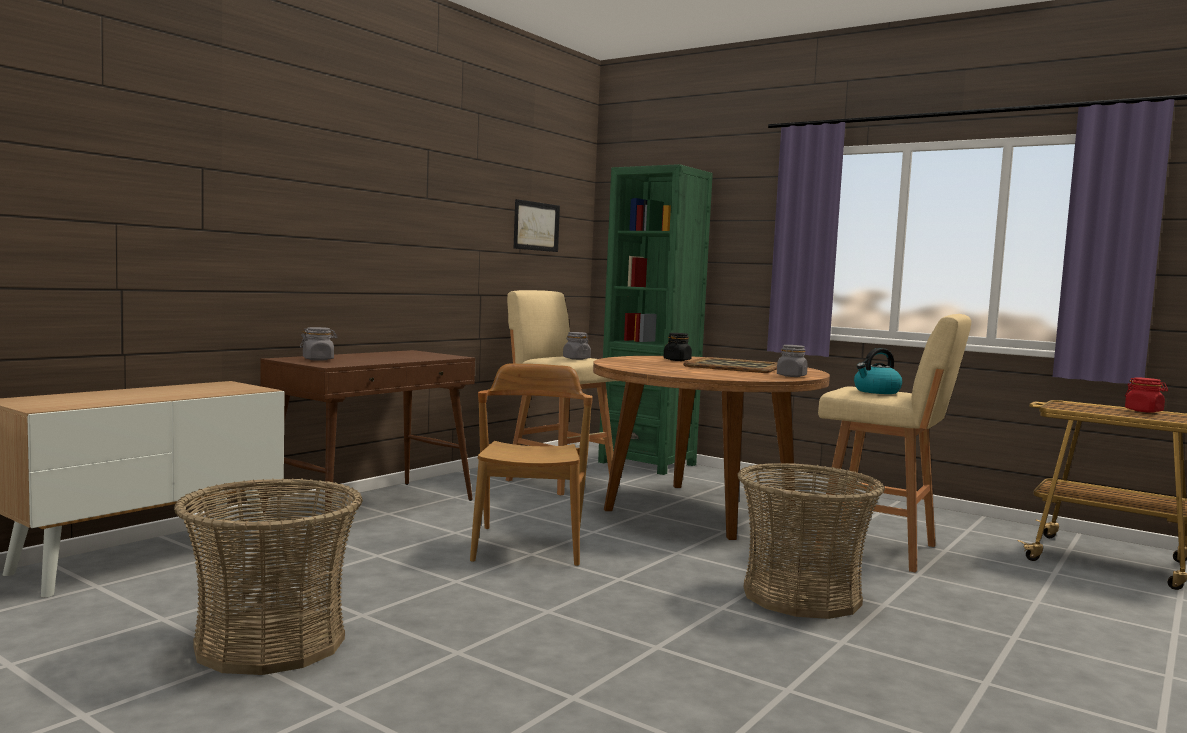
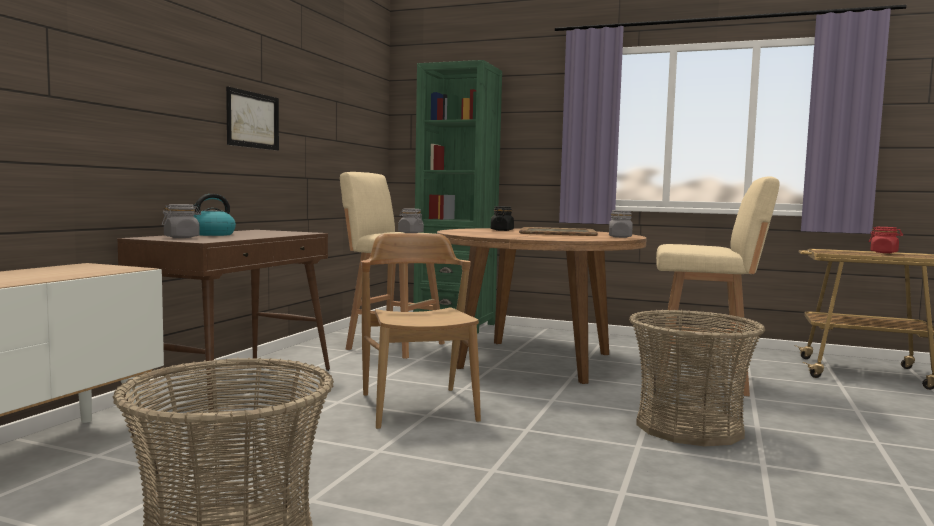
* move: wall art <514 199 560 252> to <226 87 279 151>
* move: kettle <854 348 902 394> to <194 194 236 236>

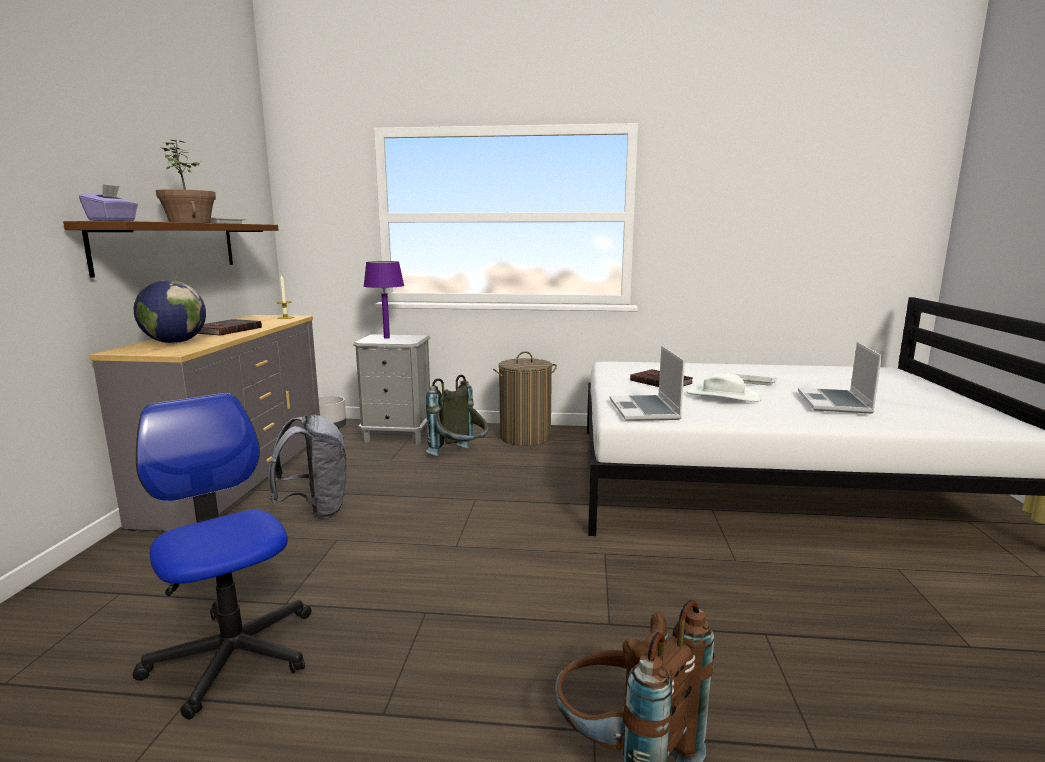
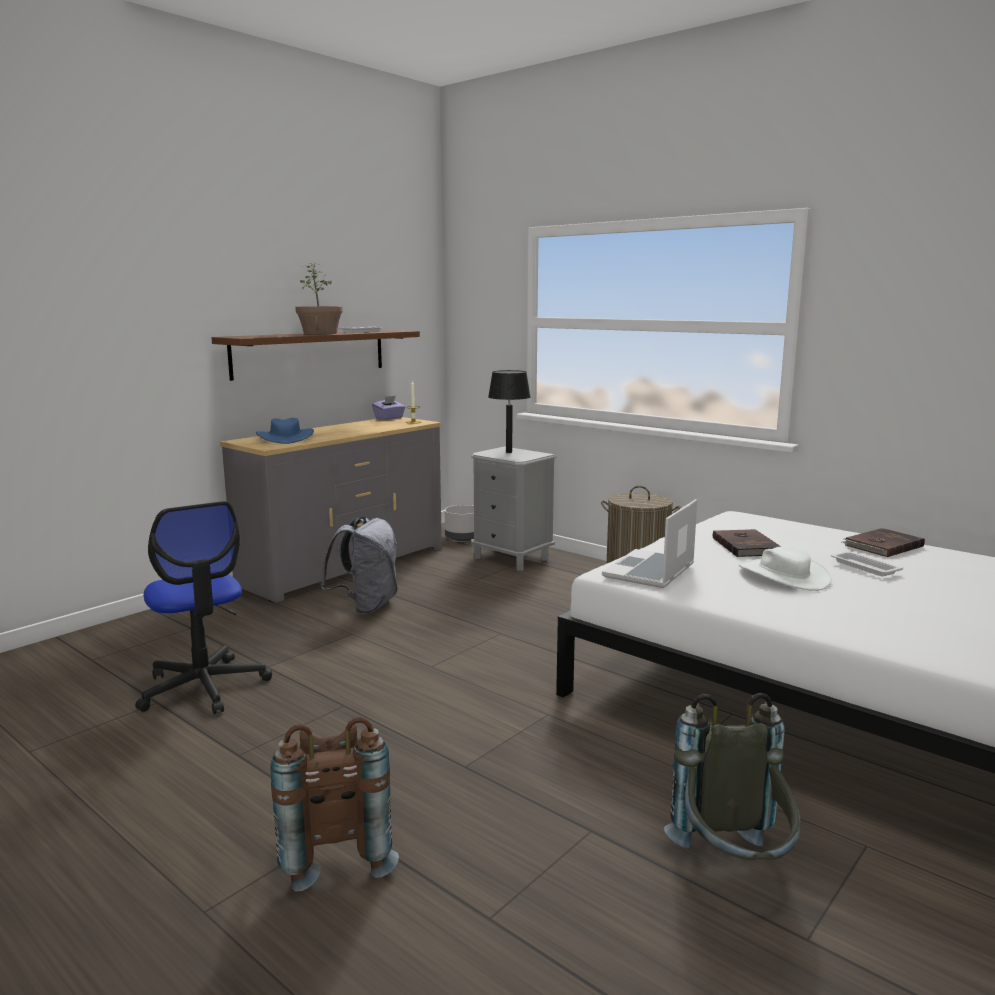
* move: purple-coloured box of tissues <79 184 138 221> to <372 396 405 420>
* recolor: purple-coloured table lamp <363 261 404 339> to blackish table lamp <488 370 531 453>
* replace: globe <134 280 206 343> to blue-coloured hat <256 418 314 444>
* move: brown-coloured book <198 319 262 336> to <842 528 925 557>
* delete: portable computer <798 342 882 414>
* move: gray knapsack <426 375 489 456> to <664 693 800 860>
* rotate: desk chair <133 393 311 720> = <135 501 272 714> 150 degrees clockwise

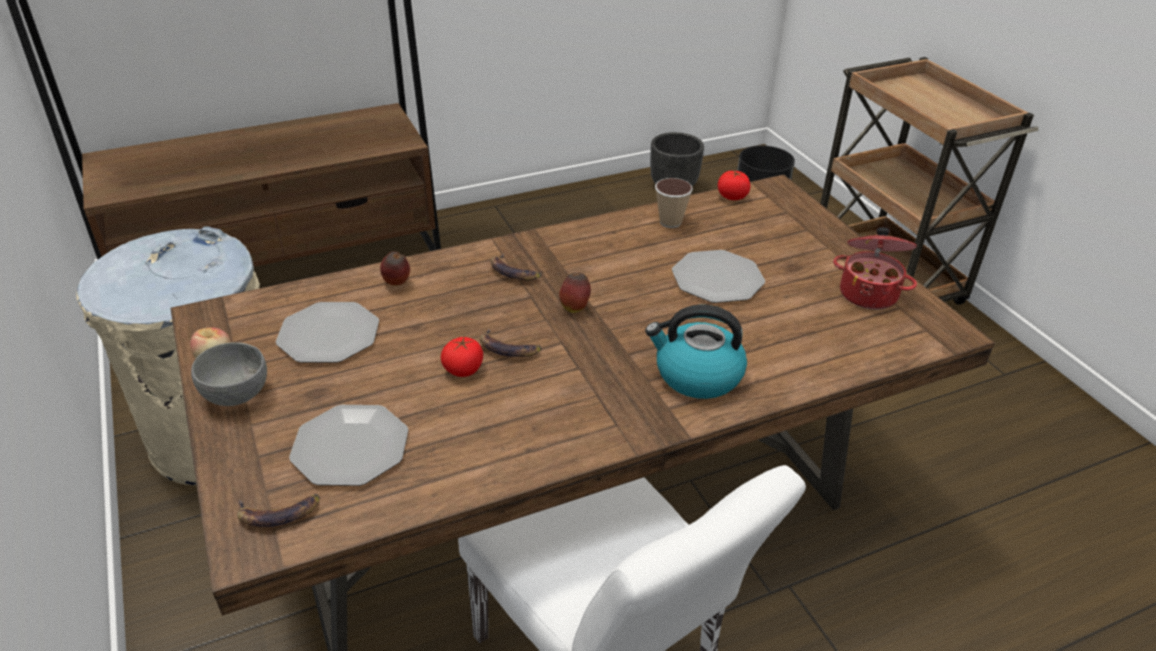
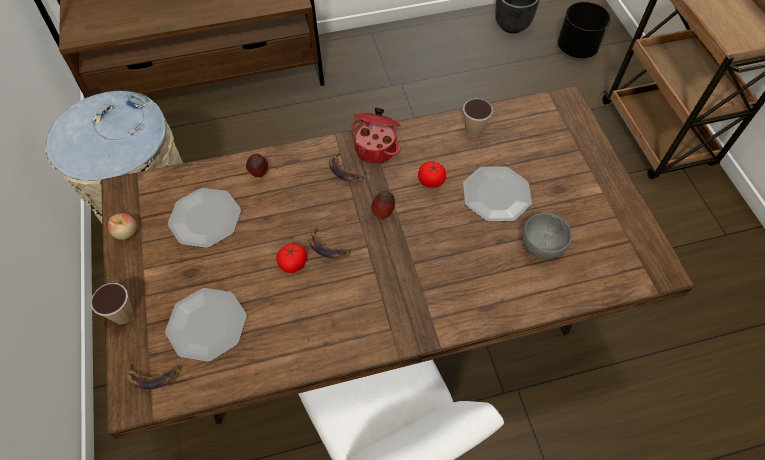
* move: whole tomato <718 170 750 200> to <418 161 446 188>
* move: cooking pot <833 227 917 310> to <351 107 401 164>
* delete: kettle <645 305 747 399>
* move: gray deep dish <191 342 267 406> to <522 213 572 259>
* insert: drinking cup <91 283 133 324>

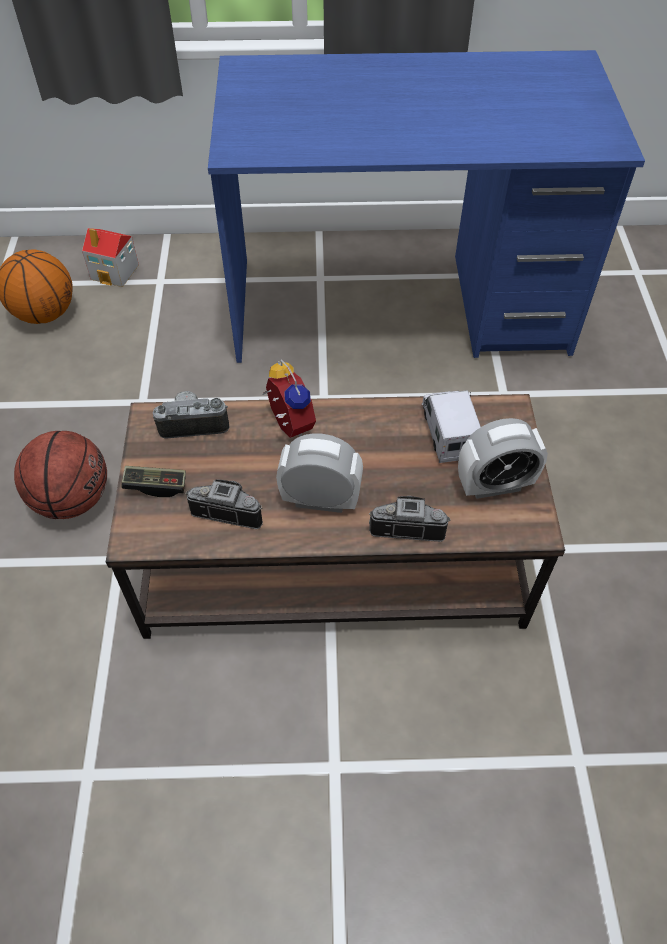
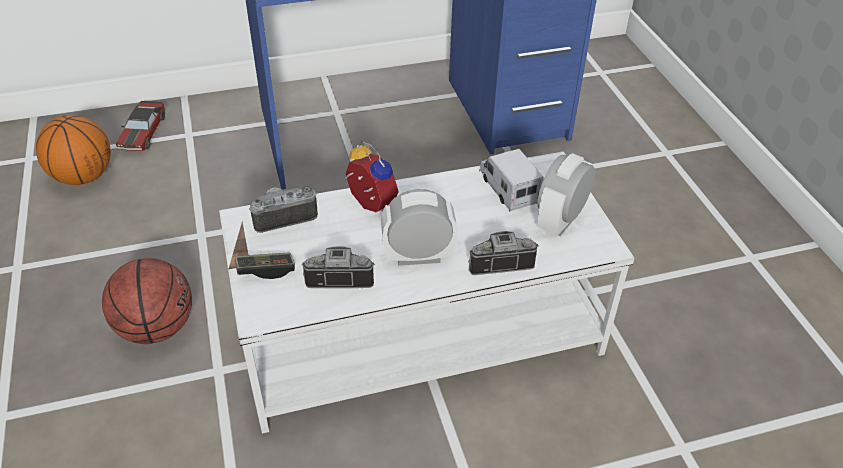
* replace: miniature house <82 228 139 287> to miniature car <116 101 165 151>
* recolor: brown-coloured lounge table <106 394 565 639> to white lounge table <219 151 634 434>
* rotate: bedside clock <458 418 548 499> = <537 153 595 236> 150 degrees clockwise

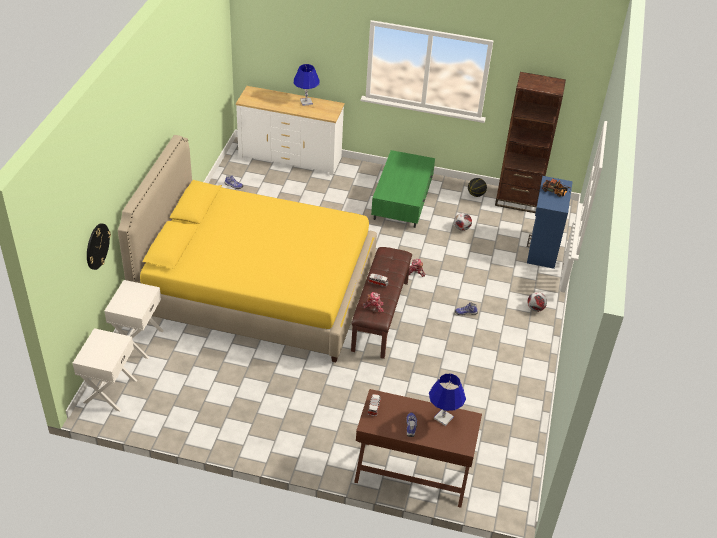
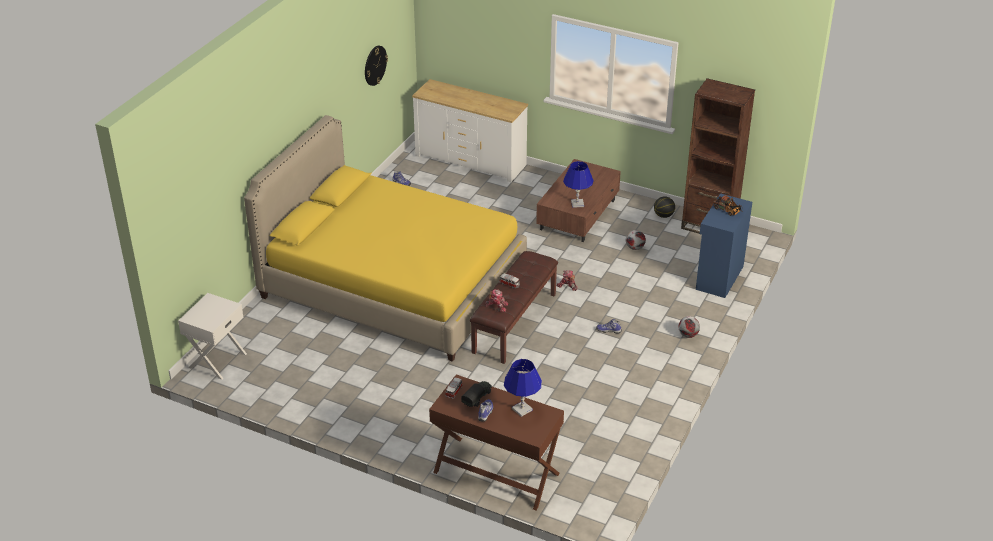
* move: blue-coloured table lamp <294 64 320 106> to <563 161 593 208>
* recolor: green-coloured lounge table <371 150 435 228> to brown-coloured lounge table <536 159 621 242>
* move: hanging clock <87 223 111 270> to <365 46 388 86>
* delete: white bedside table <104 280 164 359>
* insert: toy truck <461 381 492 407>

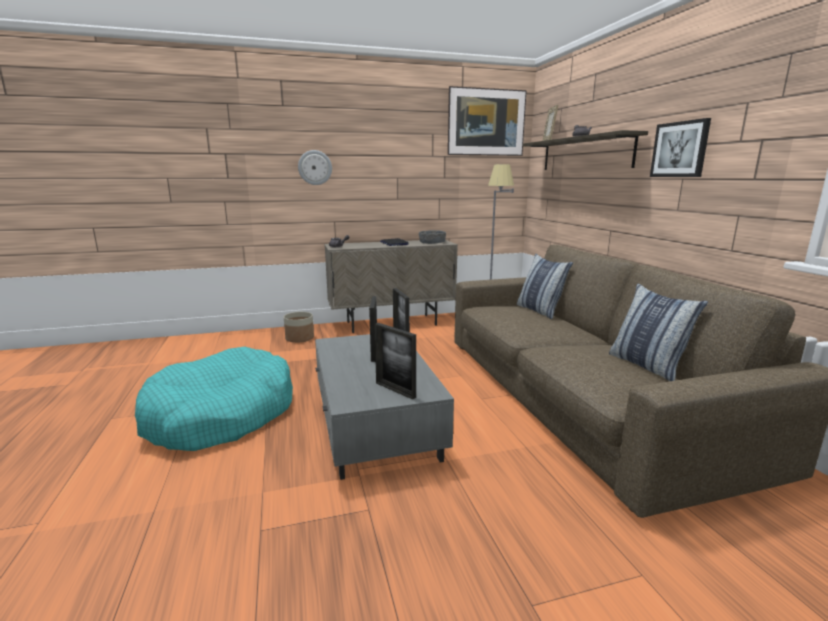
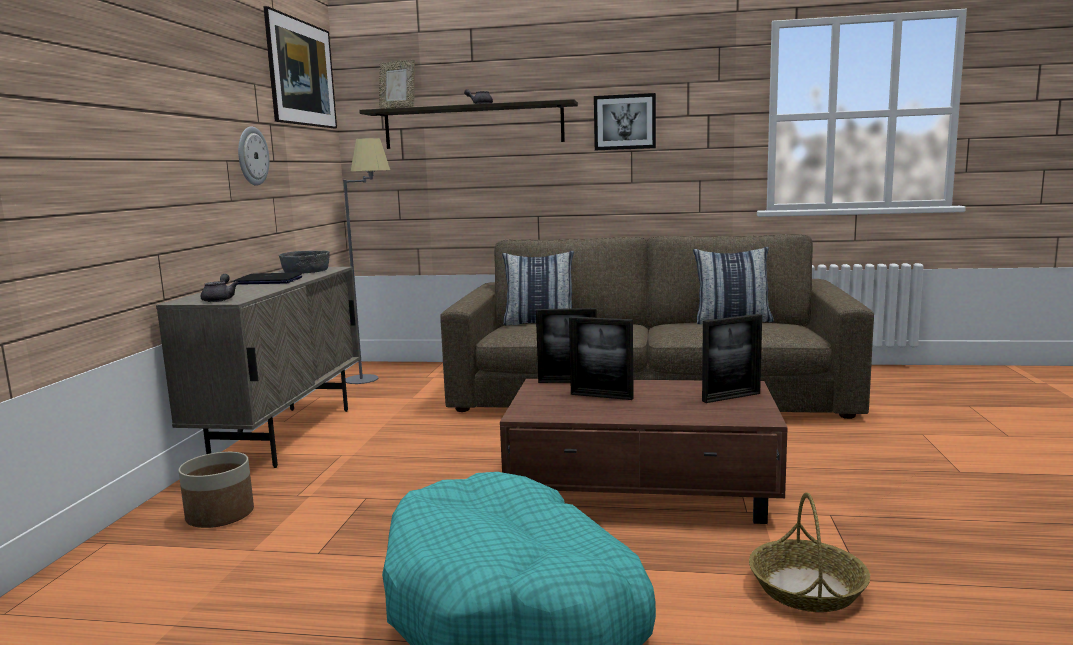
* move: hanging clock <298 150 332 185> to <238 127 269 186>
* recolor: gray lounge table <315 334 454 480> to brown-coloured lounge table <500 379 788 524>
* insert: household basket <749 493 870 612>

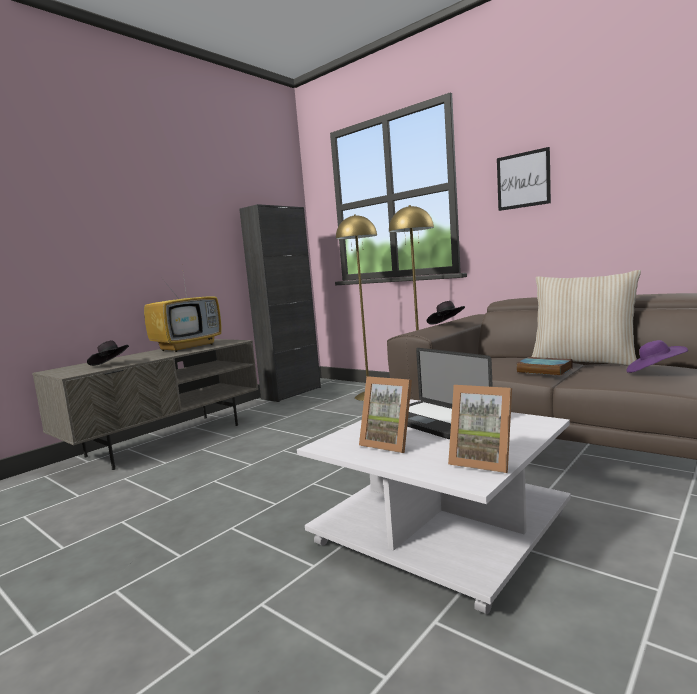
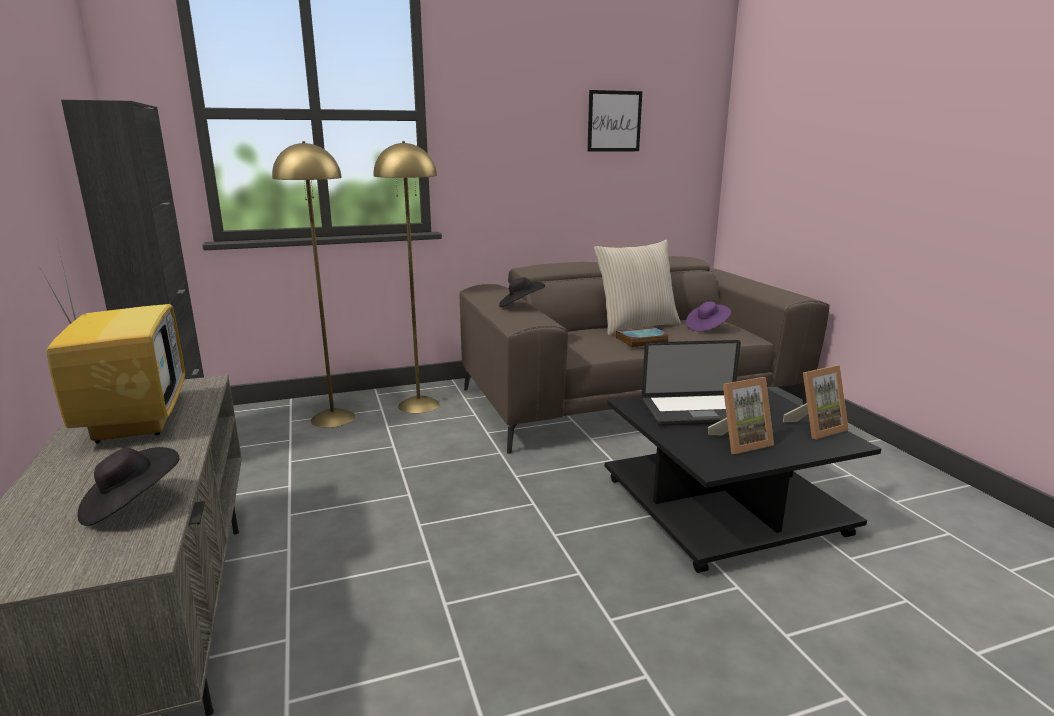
* move: wall art <497 147 551 211> to <587 90 642 152>
* recolor: white lounge table <297 399 571 614> to blackish lounge table <605 389 881 573>

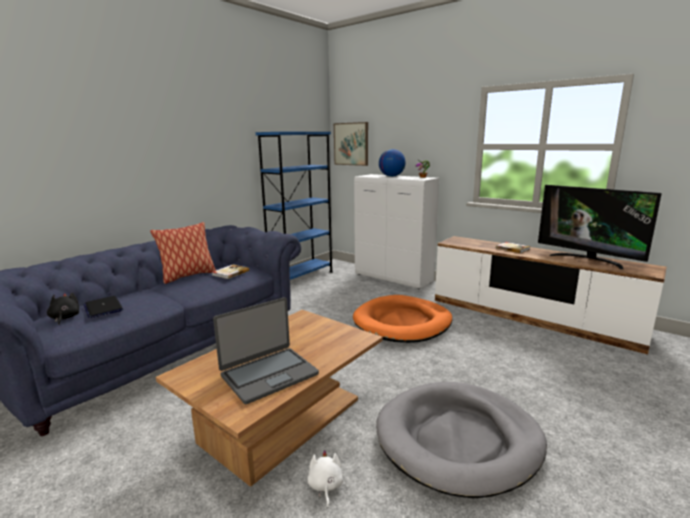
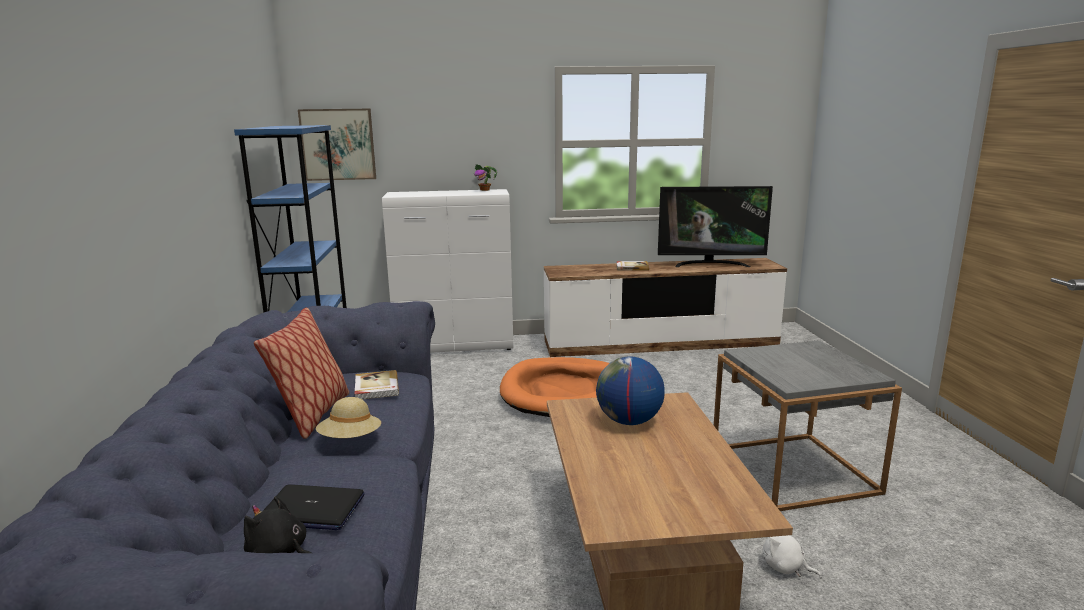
* move: globe <379 149 406 177> to <596 357 665 425>
* delete: portable computer <213 297 319 404>
* replace: gray dog bed <376 382 547 498> to gray accent table <714 340 902 511>
* insert: beige hat <316 397 381 438>

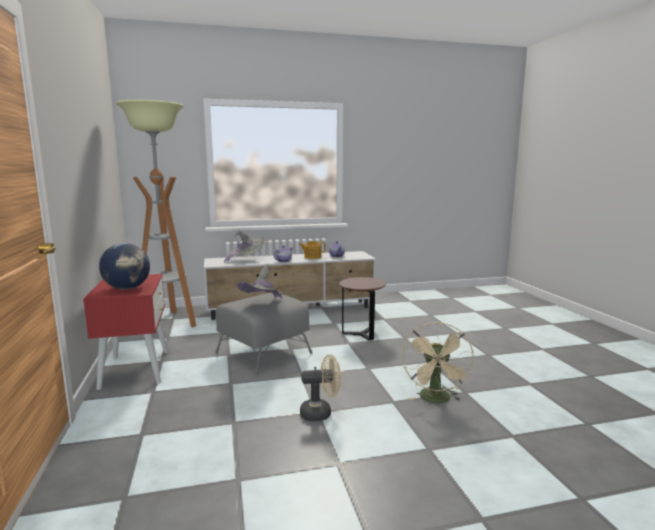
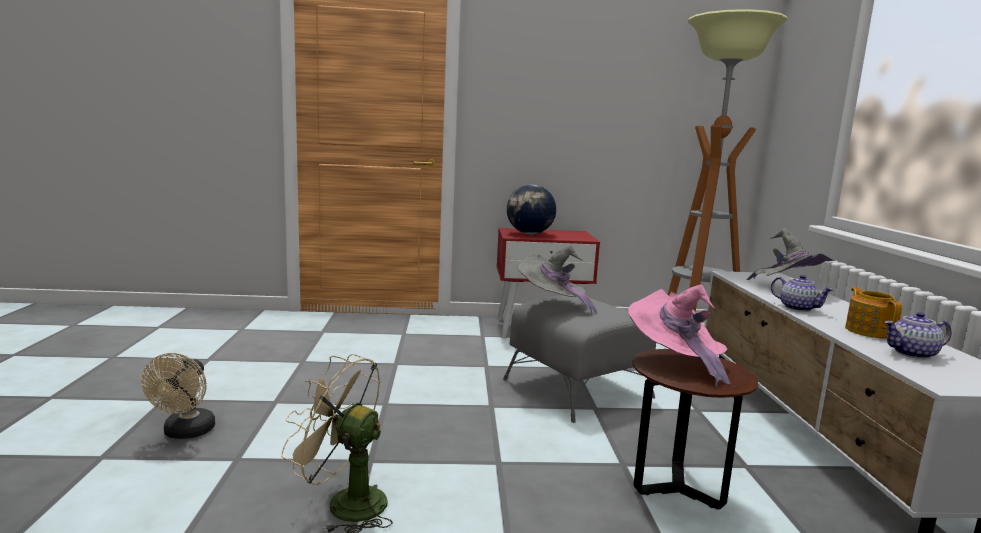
* move: beige electric fan <300 354 341 421> to <142 353 215 439>
* insert: pink-coloured hat <628 285 730 387>

